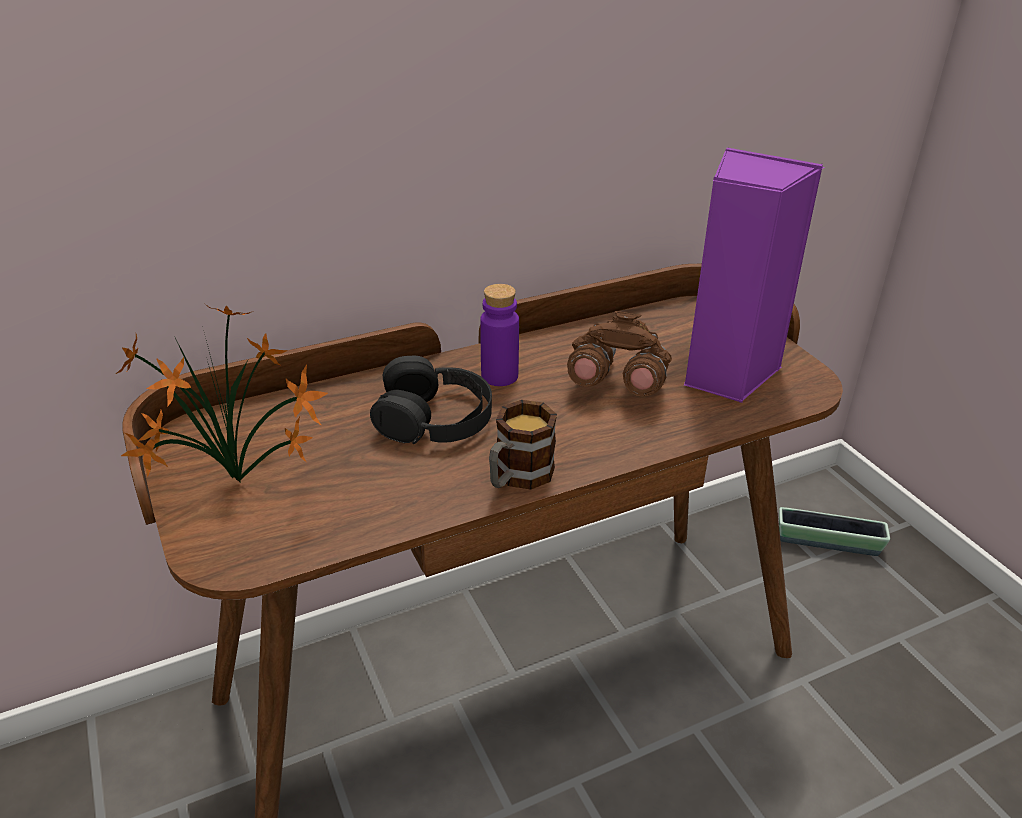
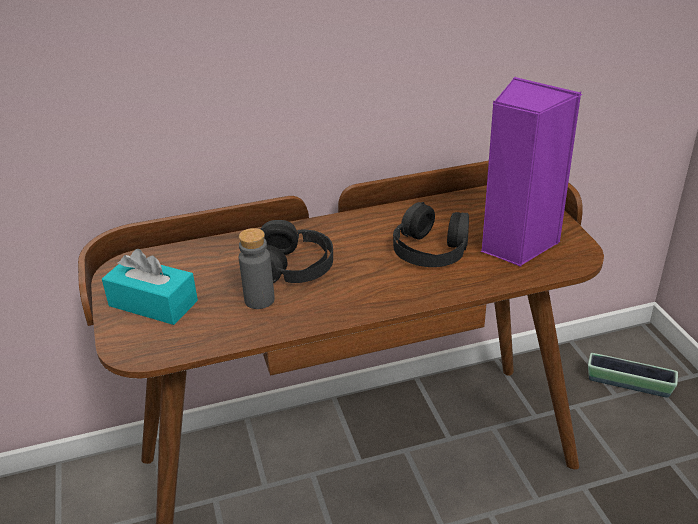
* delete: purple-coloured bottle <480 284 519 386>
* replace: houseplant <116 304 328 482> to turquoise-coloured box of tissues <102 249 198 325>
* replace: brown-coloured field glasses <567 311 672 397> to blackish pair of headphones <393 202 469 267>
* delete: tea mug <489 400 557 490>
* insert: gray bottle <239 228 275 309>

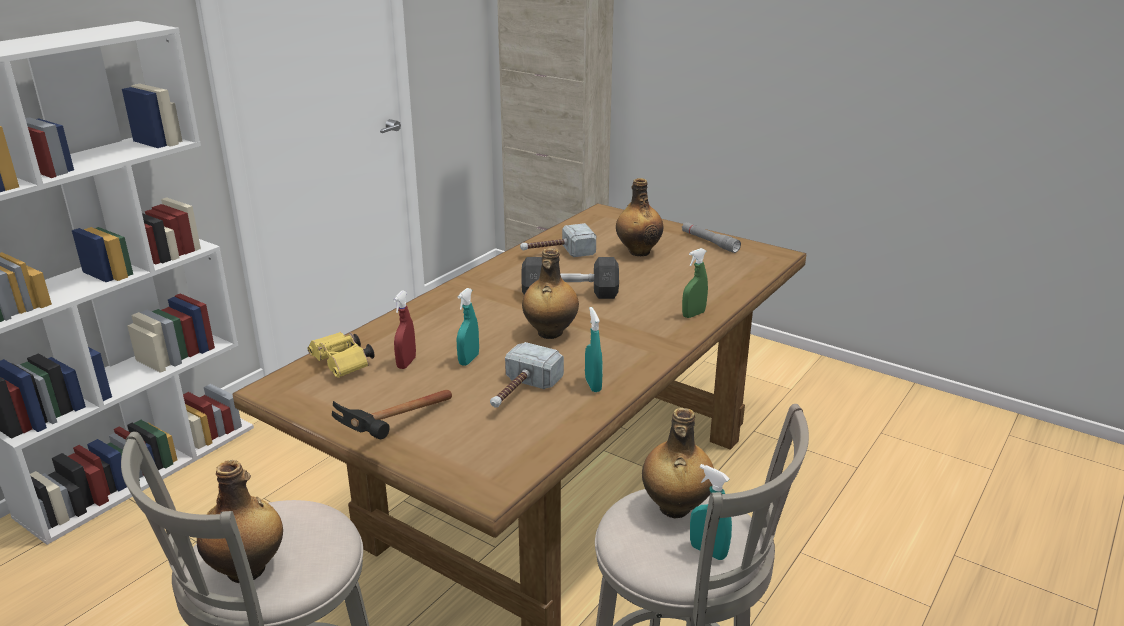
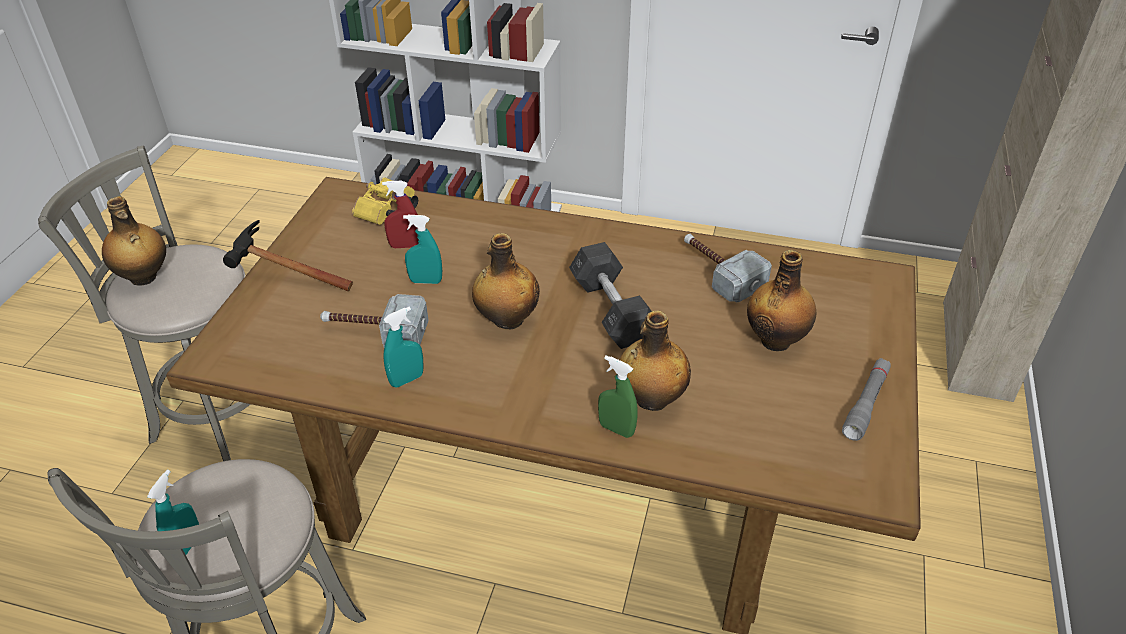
* move: bottle <642 408 714 518> to <620 311 691 411>

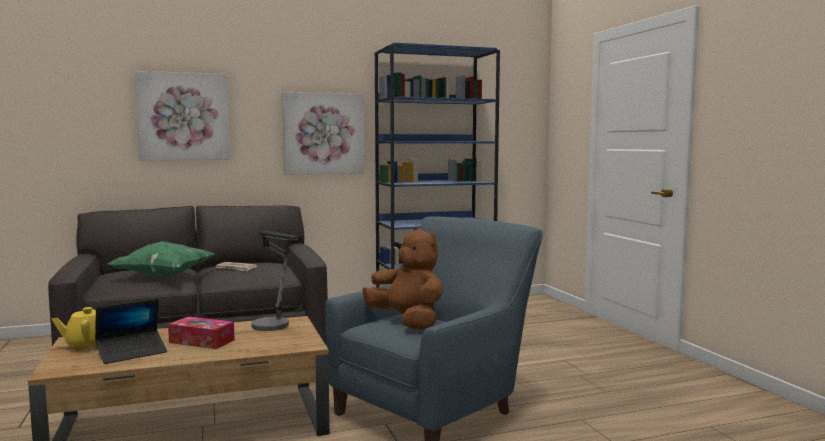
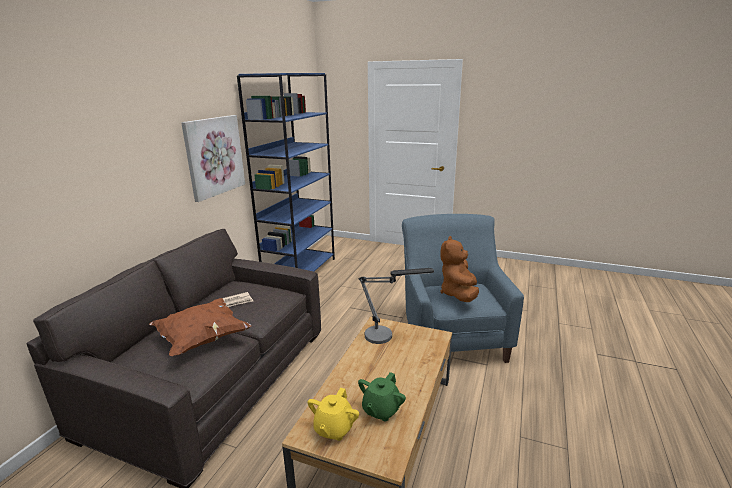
* delete: wall art <135 71 230 160>
* rotate: brown-coloured cuddly toy <363 227 443 330> = <440 236 479 302> 75 degrees counterclockwise
* recolor: green-coloured cushion <108 241 215 277> to brown-coloured cushion <149 298 251 356>
* replace: portable computer <95 299 167 364> to green-coloured pot for tea <358 372 406 421>
* delete: box of tissues <168 316 235 349>

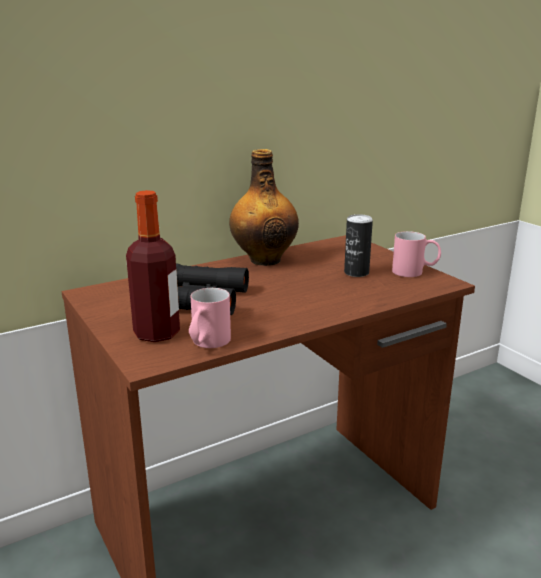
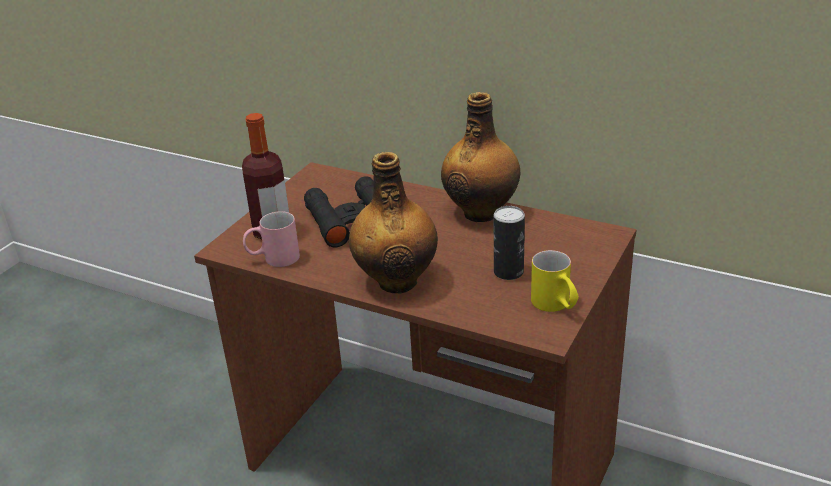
* recolor: pink-coloured tea mug <392 231 441 277> to yellow-coloured tea mug <531 250 579 312>
* insert: bottle <349 152 438 294>

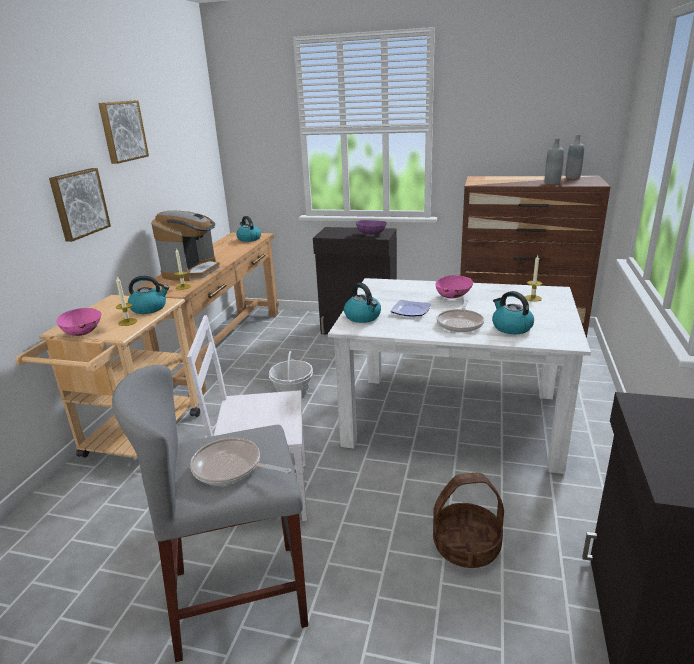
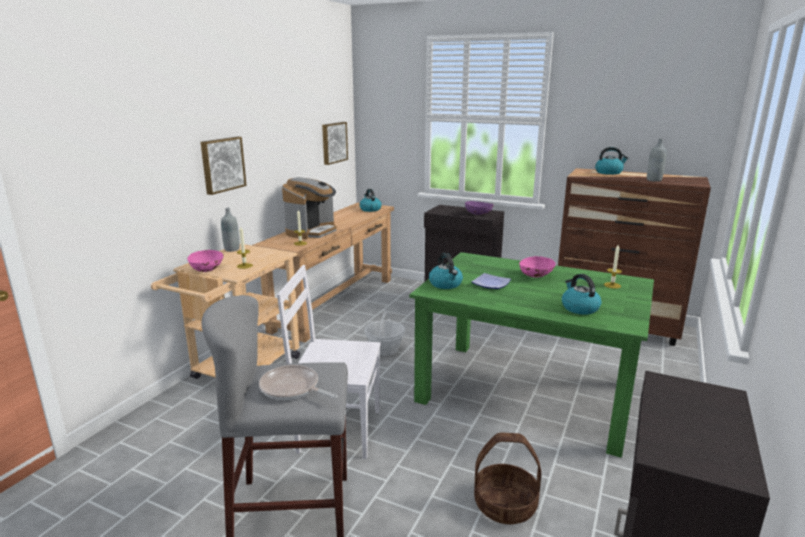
* move: wall art <98 100 149 164> to <322 122 348 165>
* move: gray bottle <566 135 584 179> to <221 208 240 252>
* move: kettle <128 276 169 314> to <595 147 628 175>
* recolor: white dinner table <328 278 591 474> to green-coloured dinner table <409 252 654 458>
* delete: skillet <436 300 484 332>

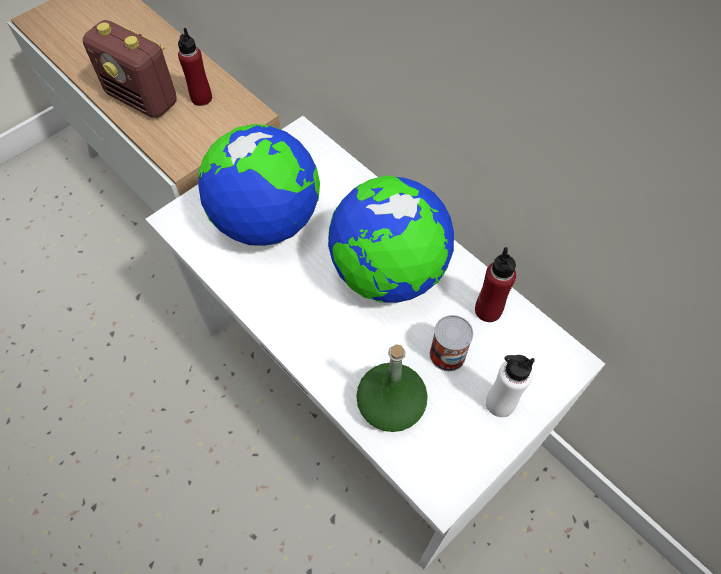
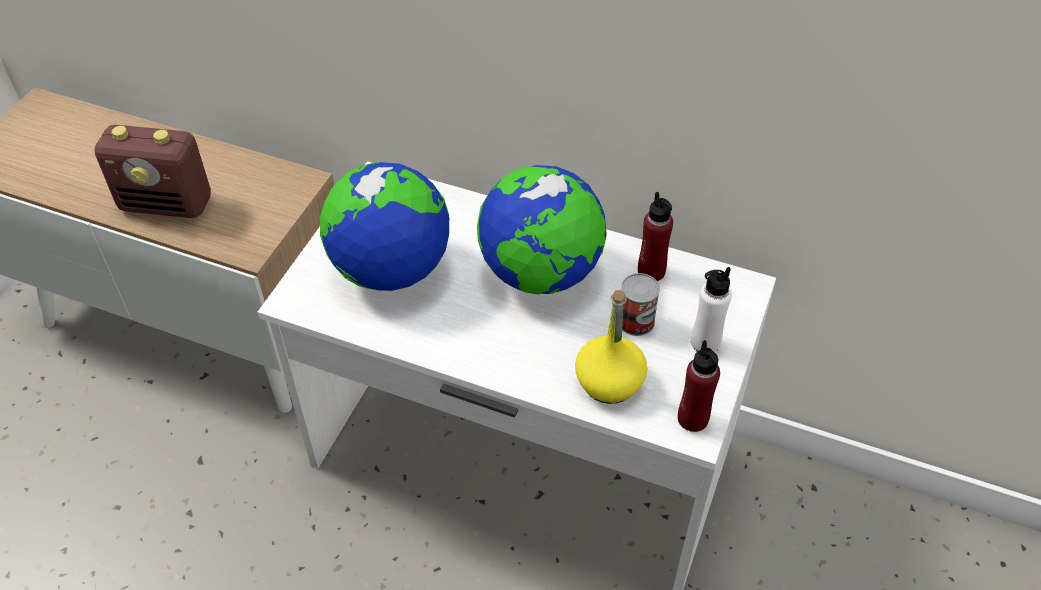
* move: red-coloured bottle <178 28 212 106> to <678 340 720 432>
* recolor: green-coloured bottle <356 344 428 432> to yellow-coloured bottle <575 290 647 404>

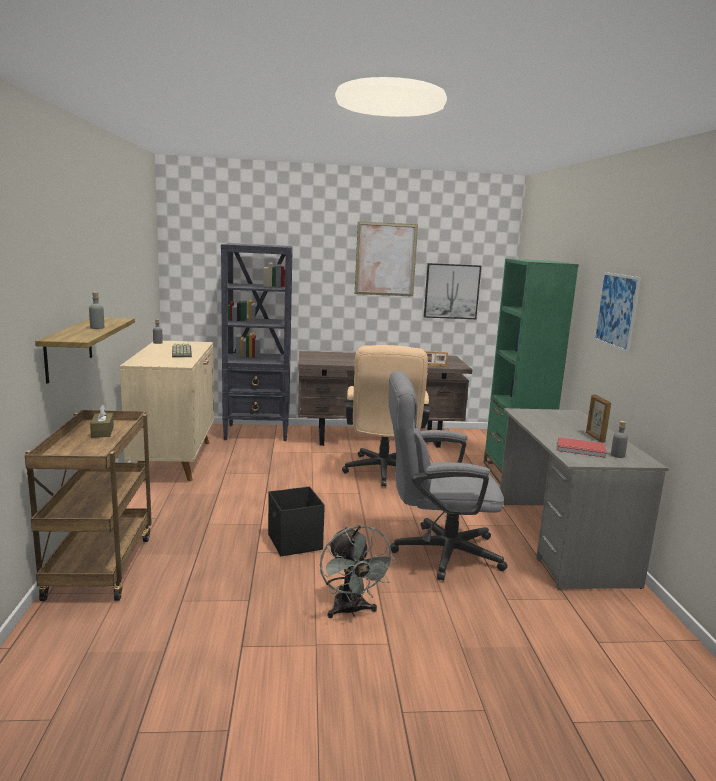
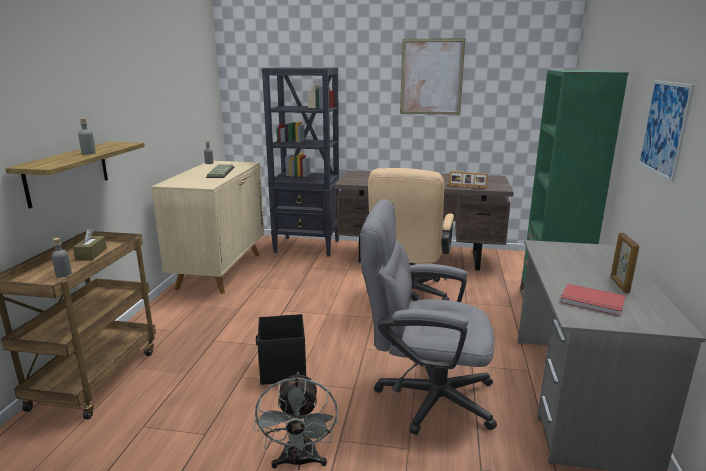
* delete: wall art <424 263 481 319>
* move: gray bottle <611 421 628 458> to <52 238 72 278>

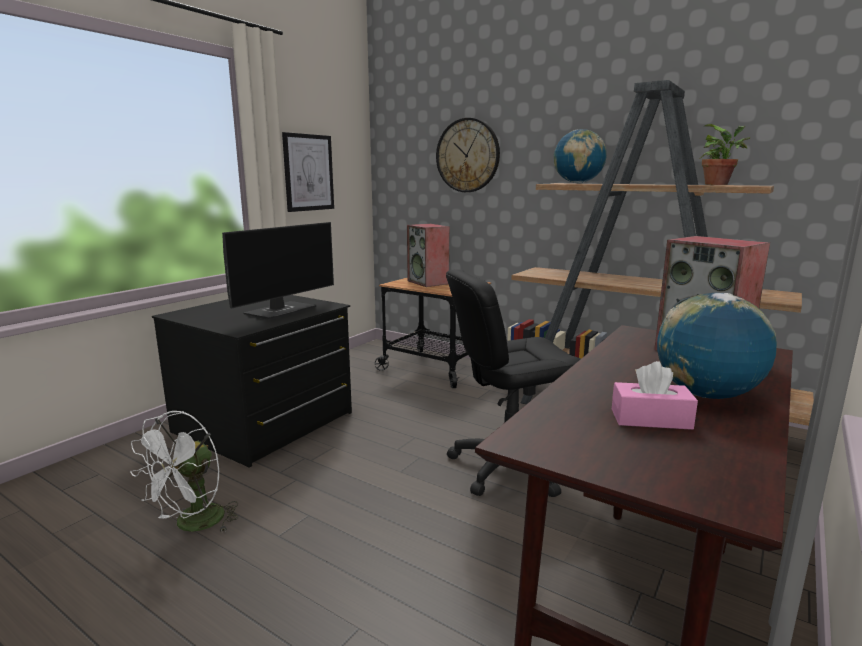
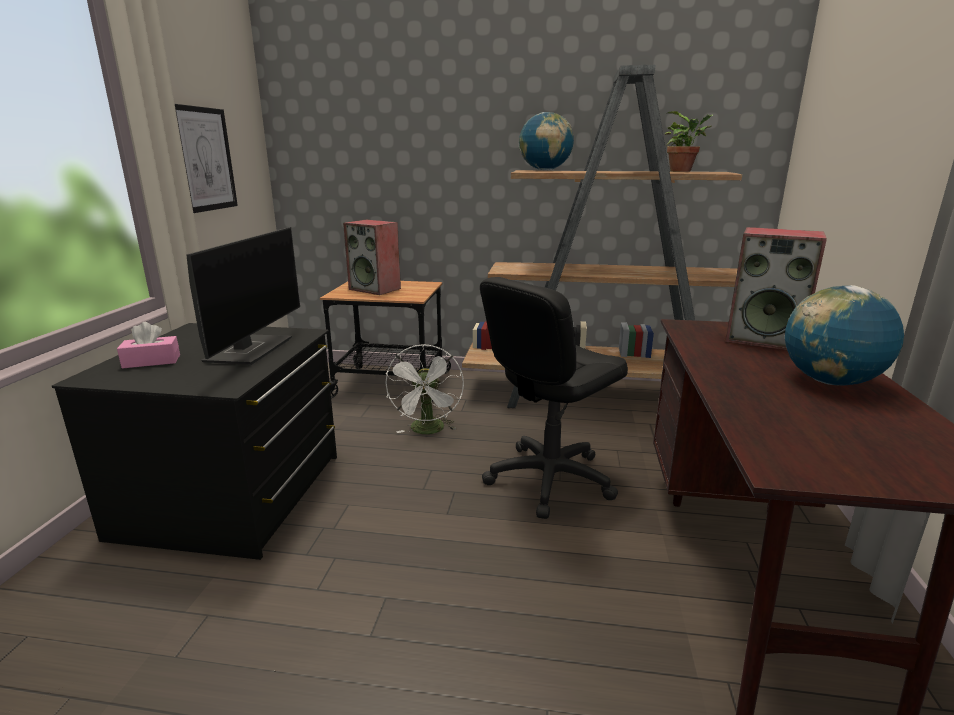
* delete: hanging clock <436 118 500 192>
* move: pink-coloured box of tissues <612 361 698 430> to <117 322 180 369>
* move: white electric fan <130 411 238 532> to <385 344 464 434>

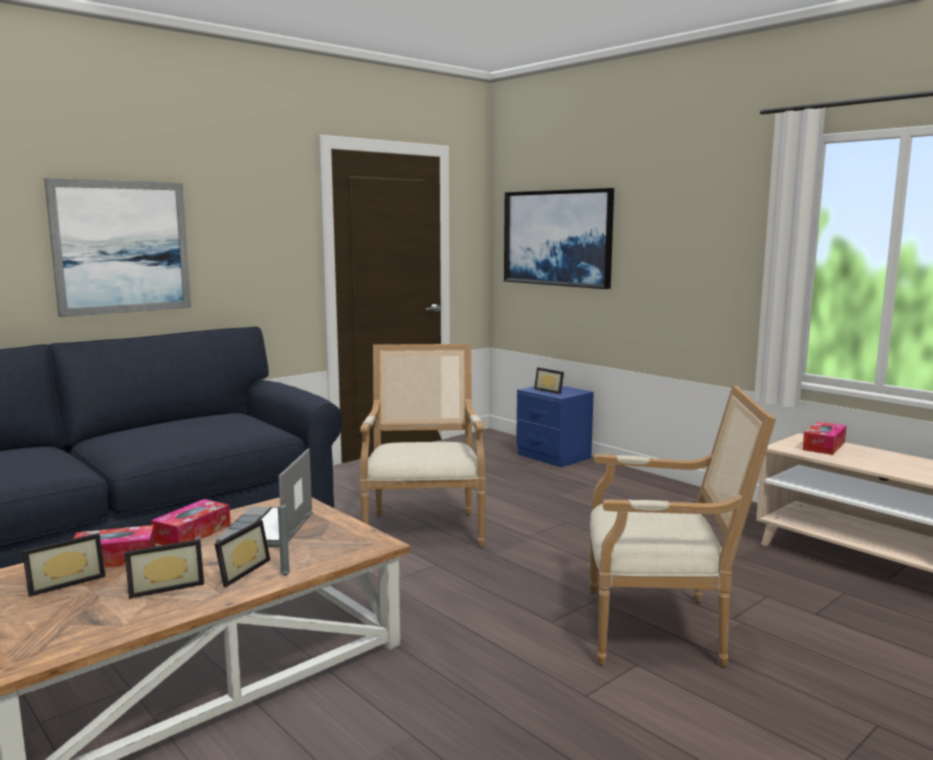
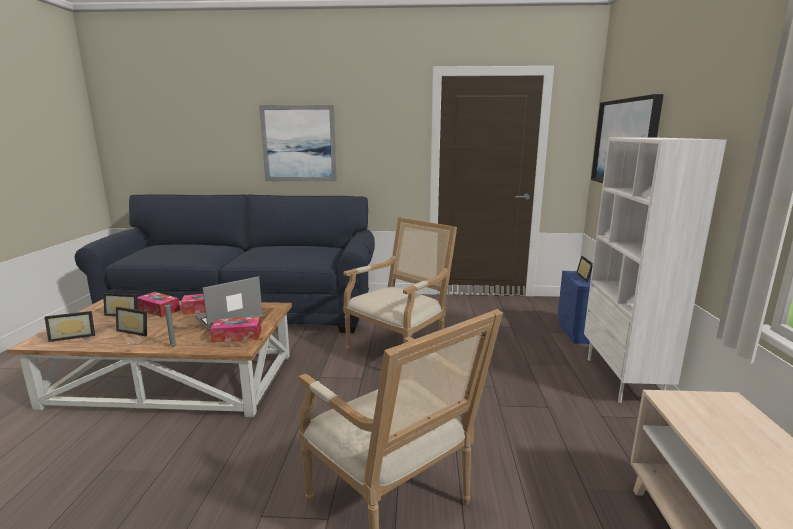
* move: box of tissues <802 422 846 455> to <210 317 261 343>
* move: standing frame <215 520 270 587> to <44 311 95 342>
* insert: white bookshelf <584 138 727 403>

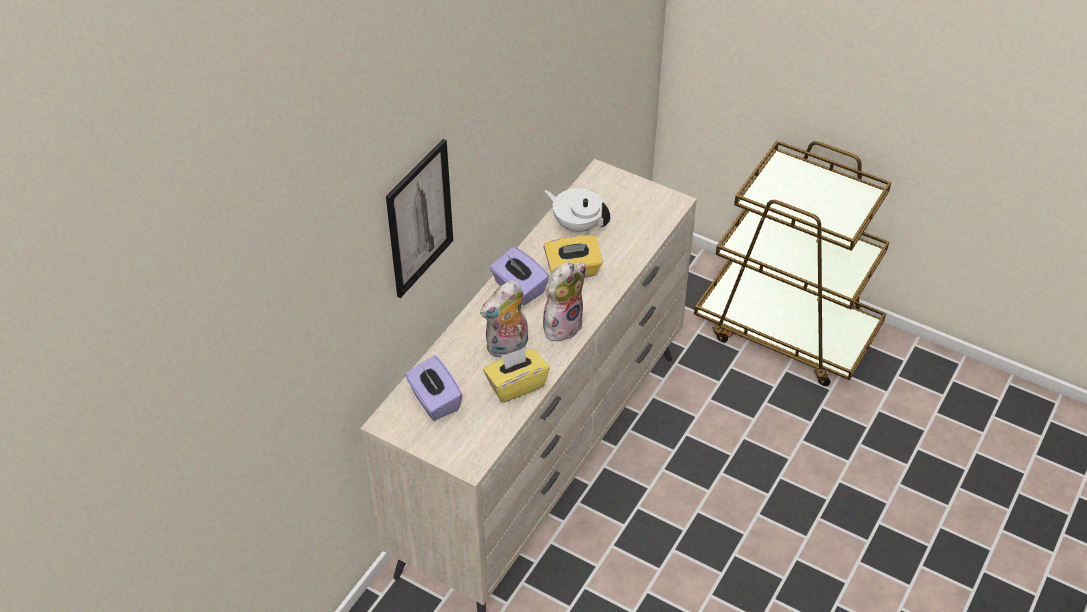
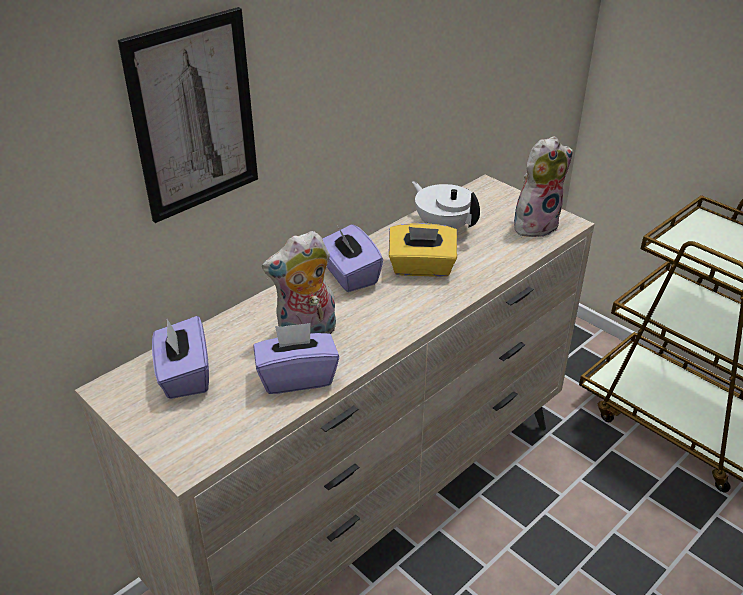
* move: cuddly toy <543 262 586 341> to <514 136 573 237>
* recolor: yellow-coloured box of tissues <483 348 550 402> to purple-coloured box of tissues <253 323 339 394>

